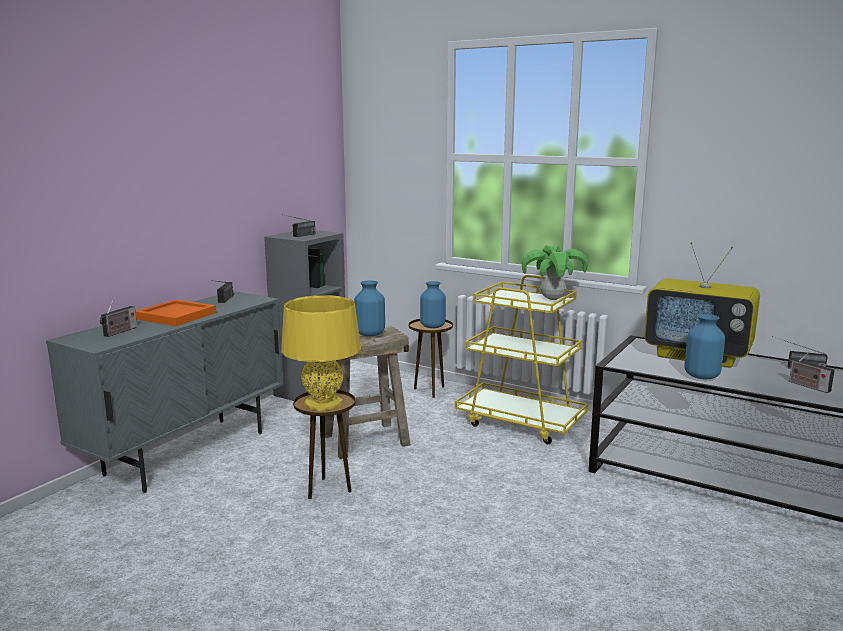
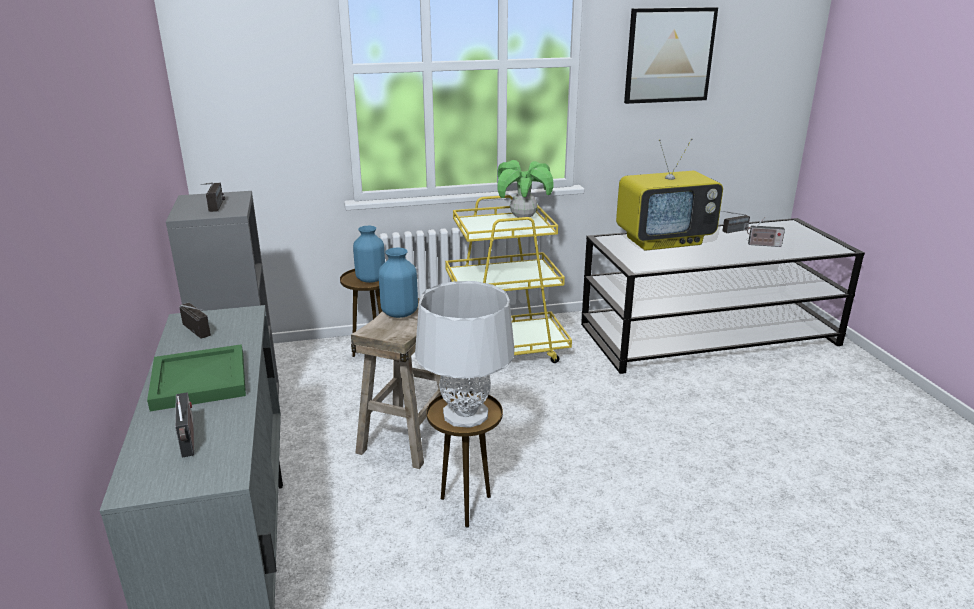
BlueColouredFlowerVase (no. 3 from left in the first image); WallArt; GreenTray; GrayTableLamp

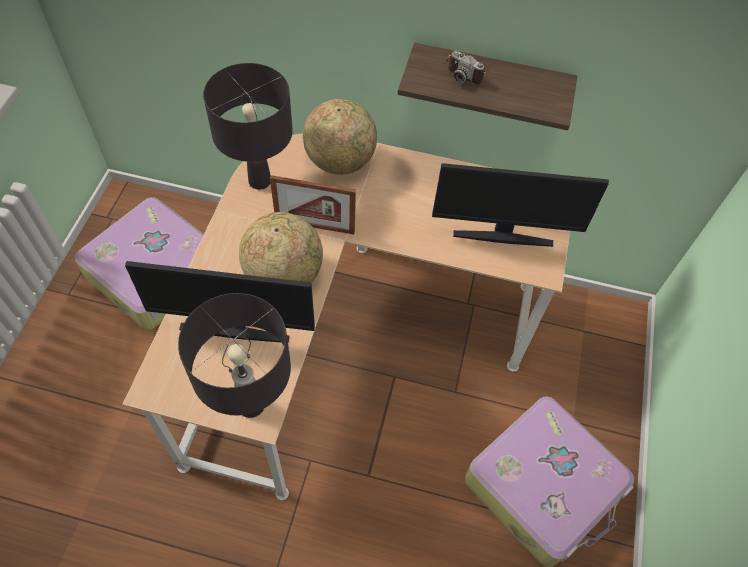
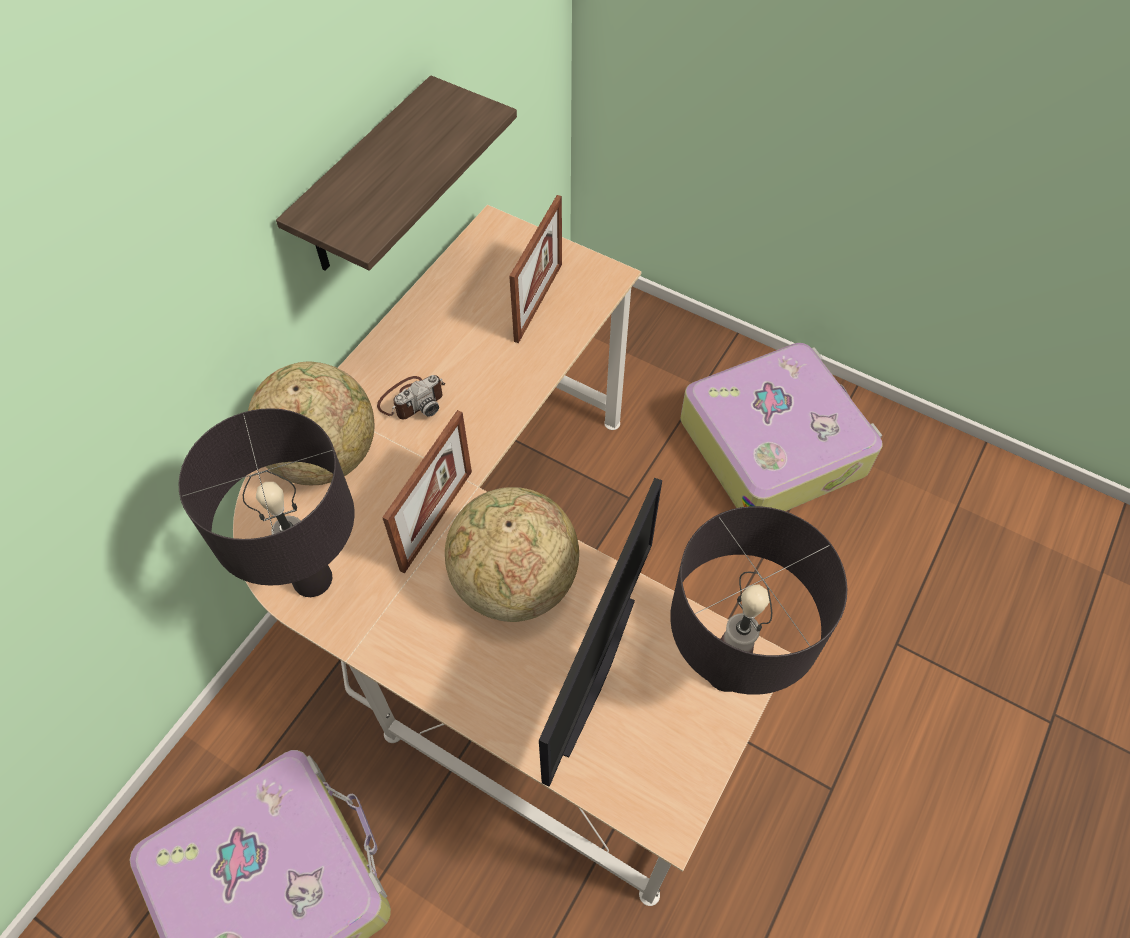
PhotoCamera; StandingFrame (no. 2 from left)

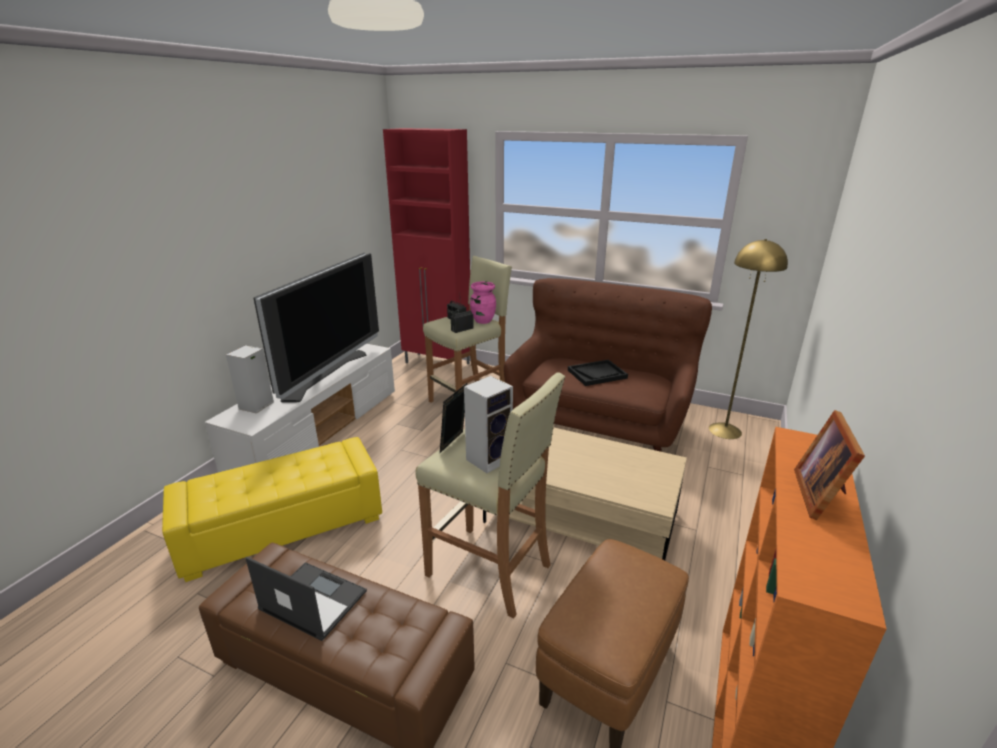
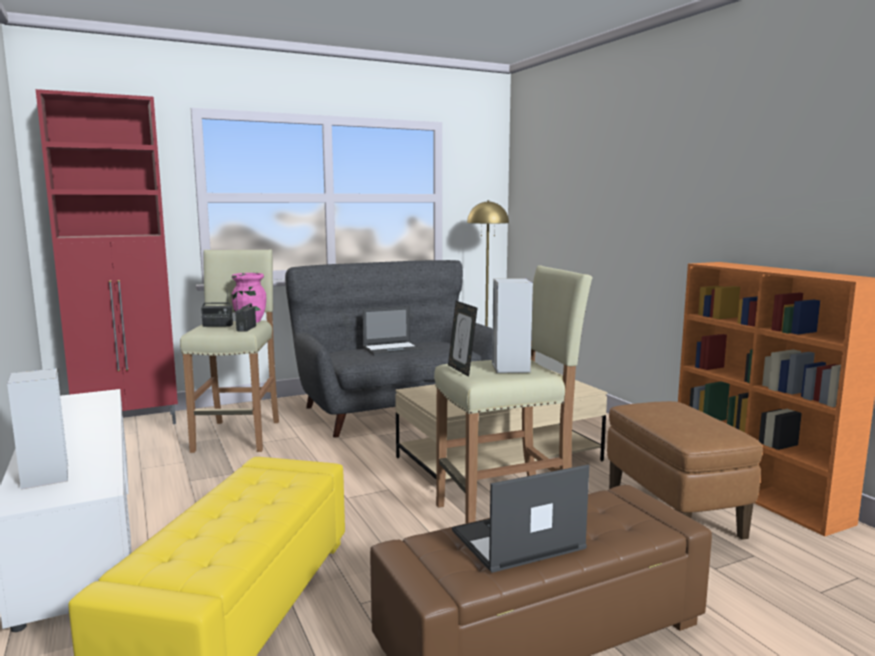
Television; StandingFrame (no. 2 from left in the first image); Laptop (no. 1 from left); GraySettee

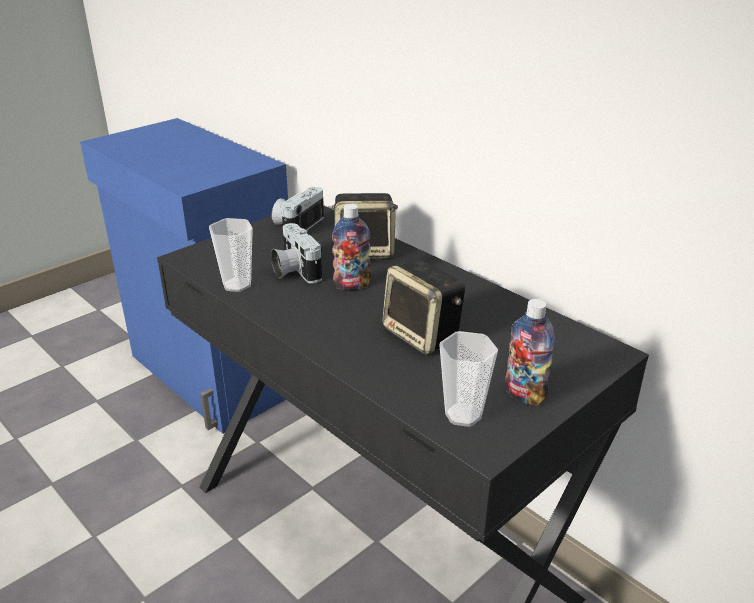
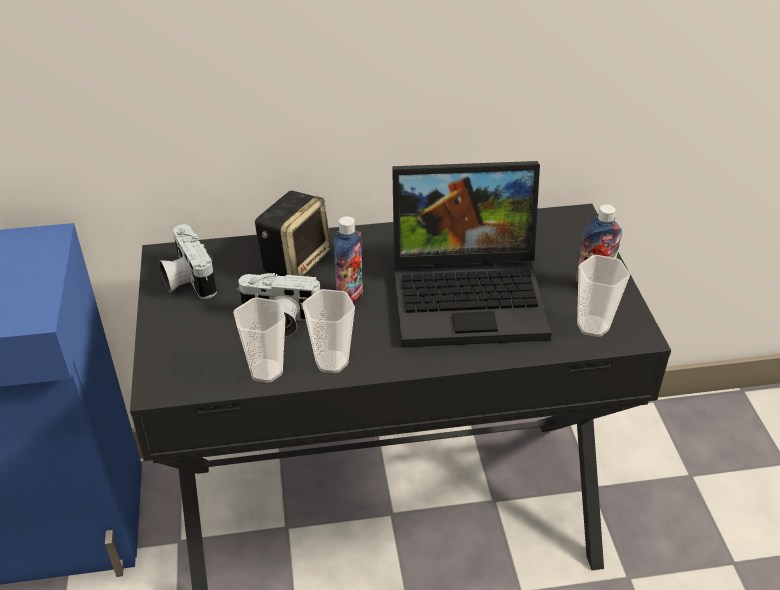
SmallCup (no. 2 from left); Laptop

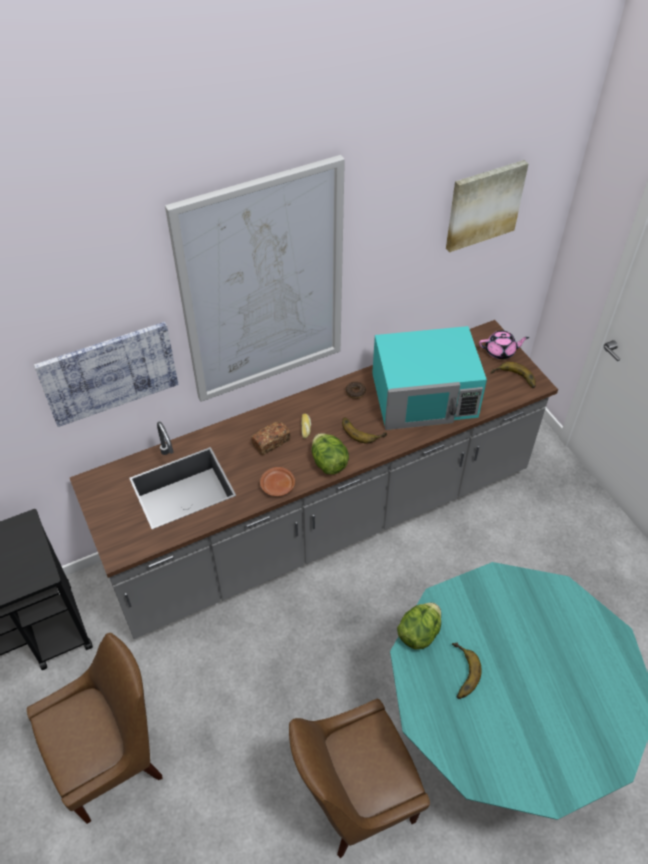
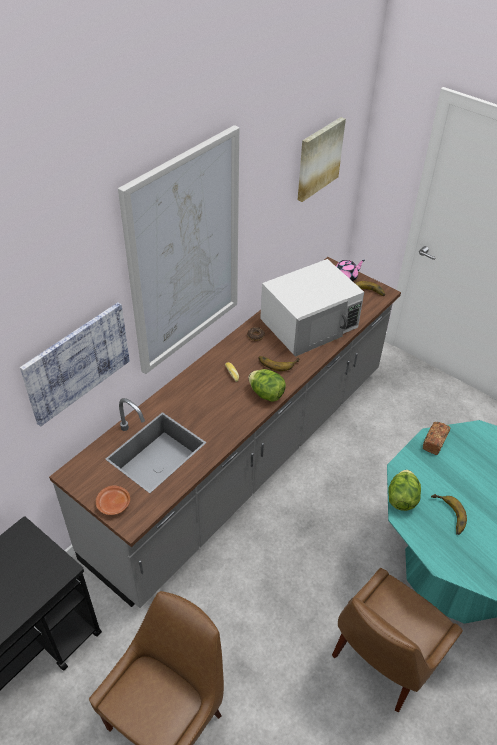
BakedBread (no. 2 from left); BrownishFlatDish; WhiteMicrowave

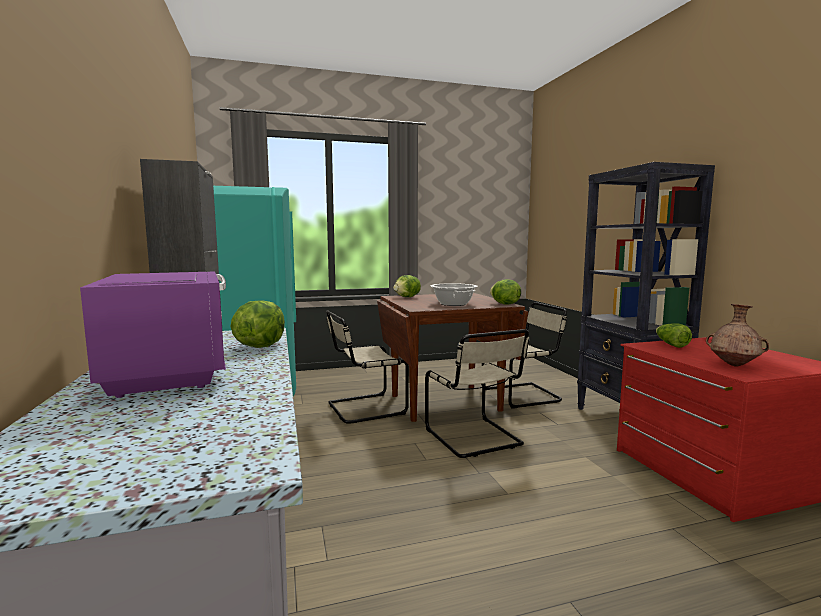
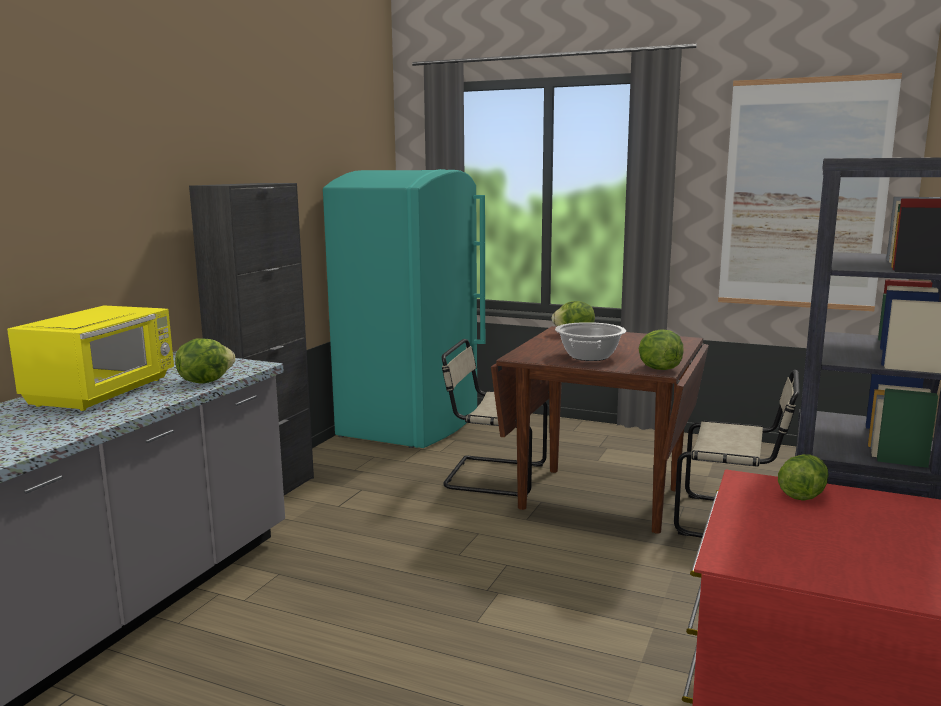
SandColouredPlainChair (no. 2 from left in the first image); BrownishFlowerVase; WallArt; YellowColouredMicrowave

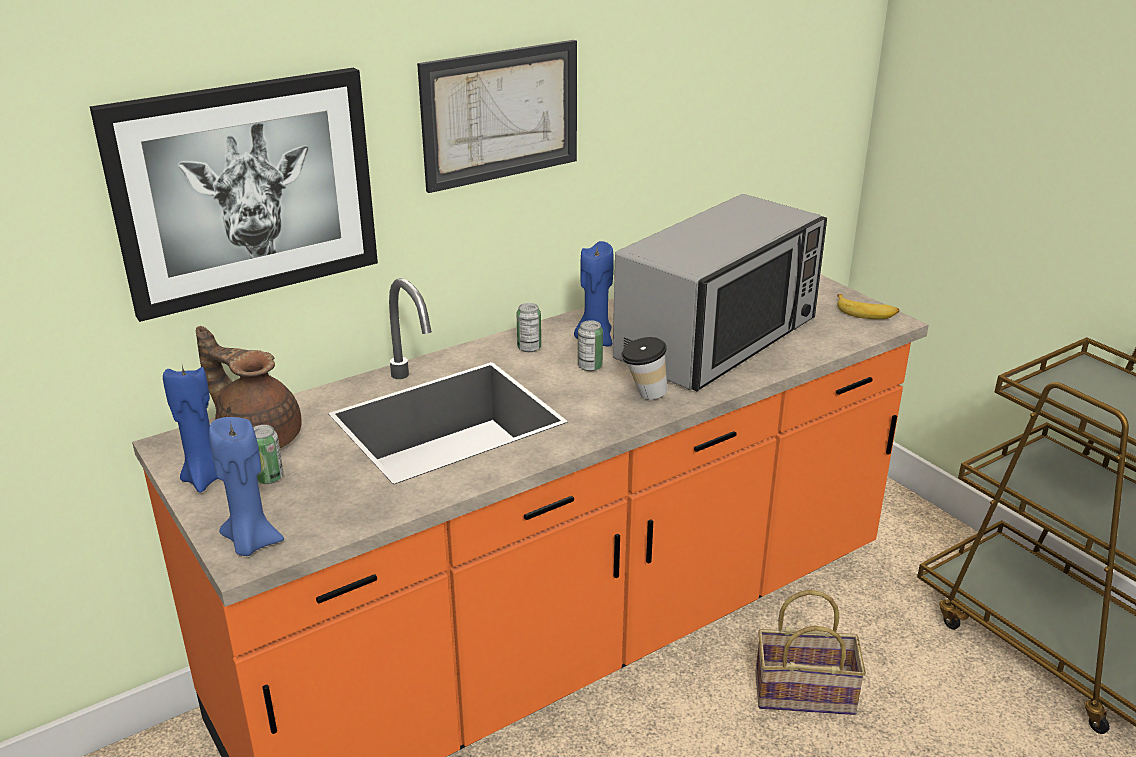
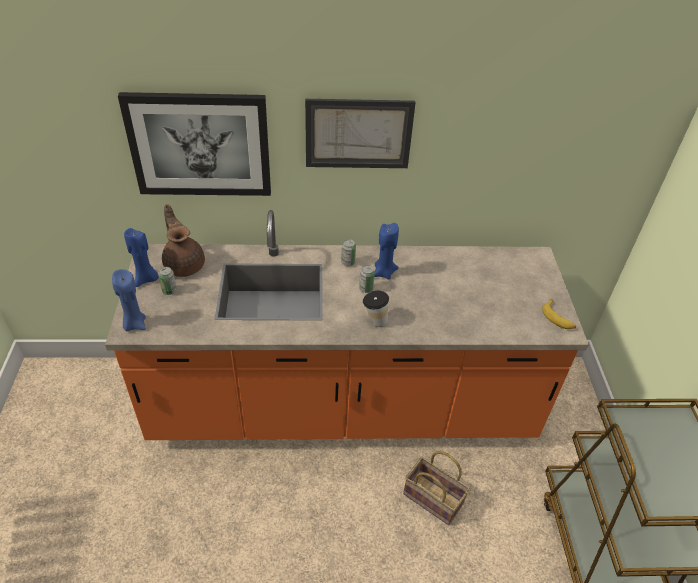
Microwave

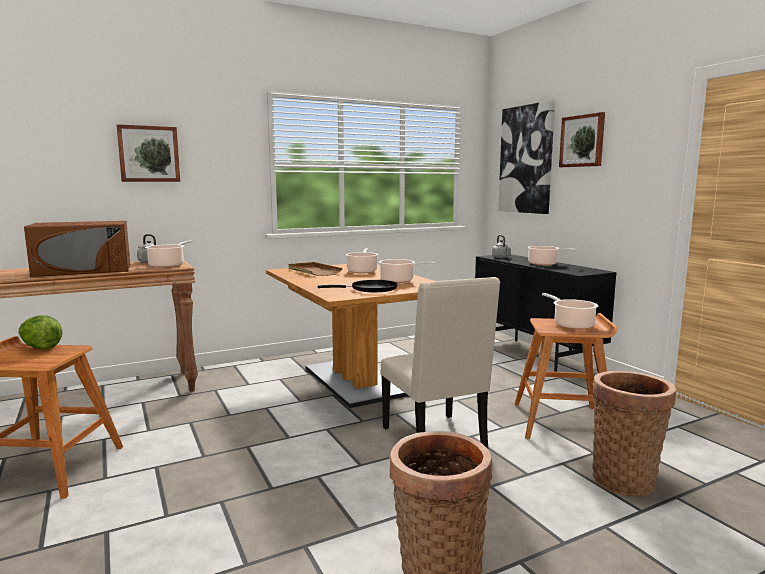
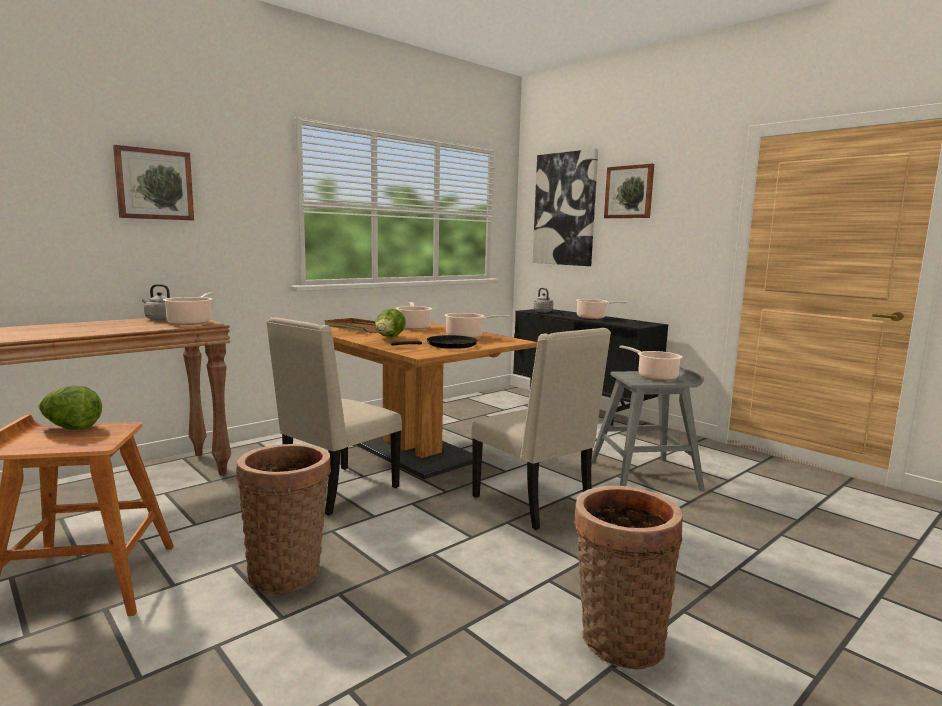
BrownishMicrowave; SandColouredPlainChair (no. 1 from left); Lettuce (no. 2 from left); StorageBasket (no. 1 from left); GraySittingStool

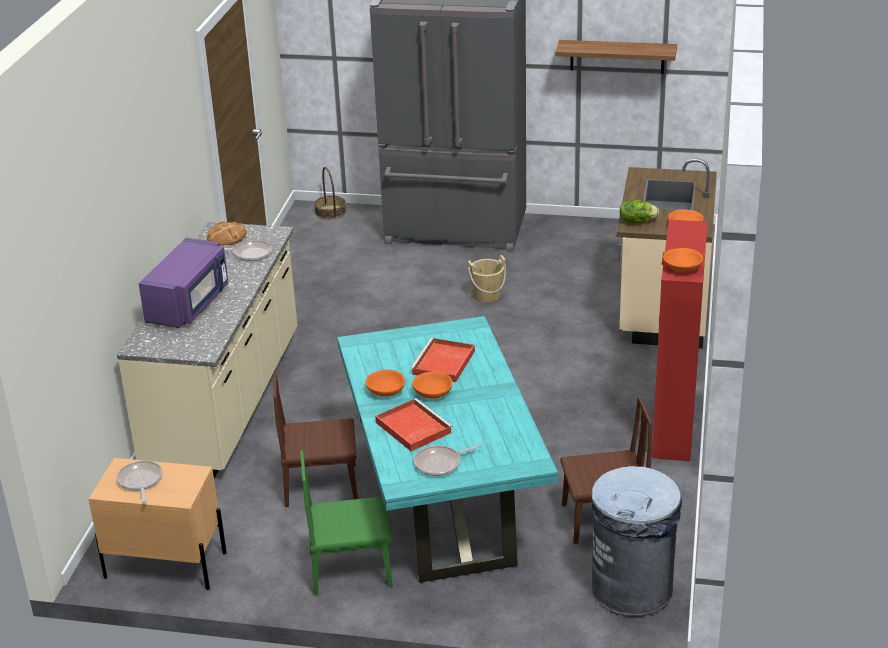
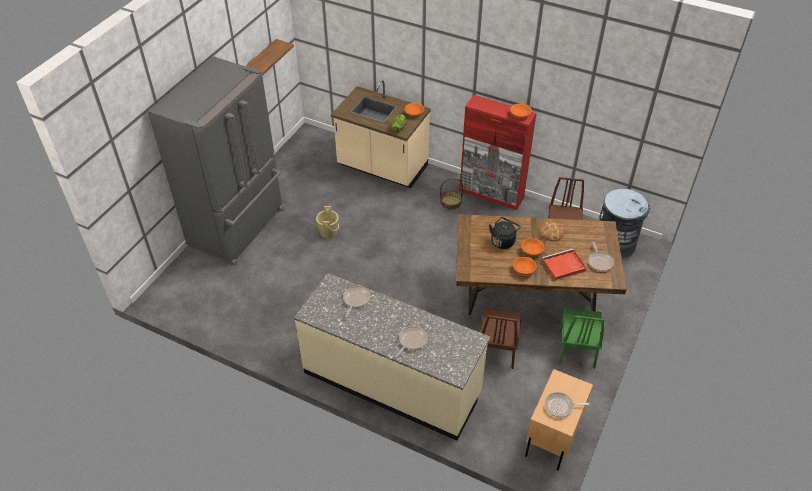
BakedBread; StorageBasket; Pan (no. 2 from left); BlackColouredTeaKettle; BrownishKitchenTable

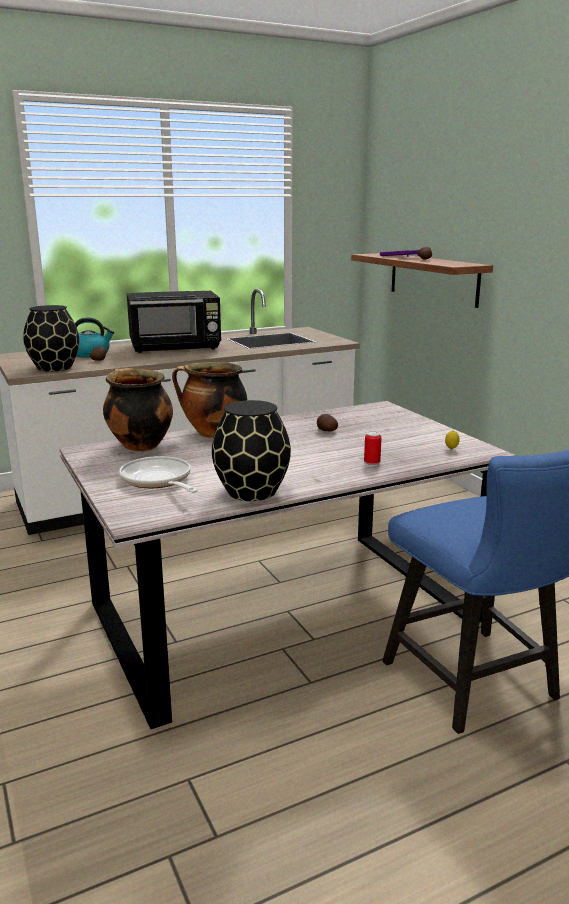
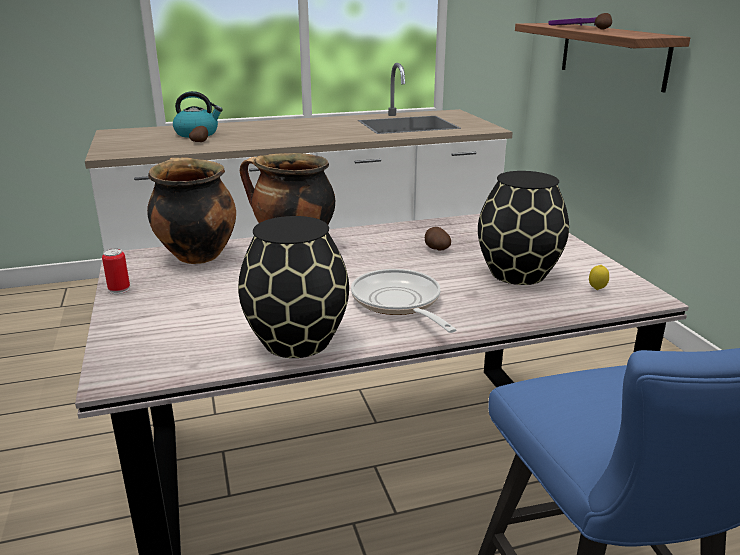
BlackColouredMicrowave; BlackColouredFlowerVase (no. 2 from left); Pan; SealedCan

